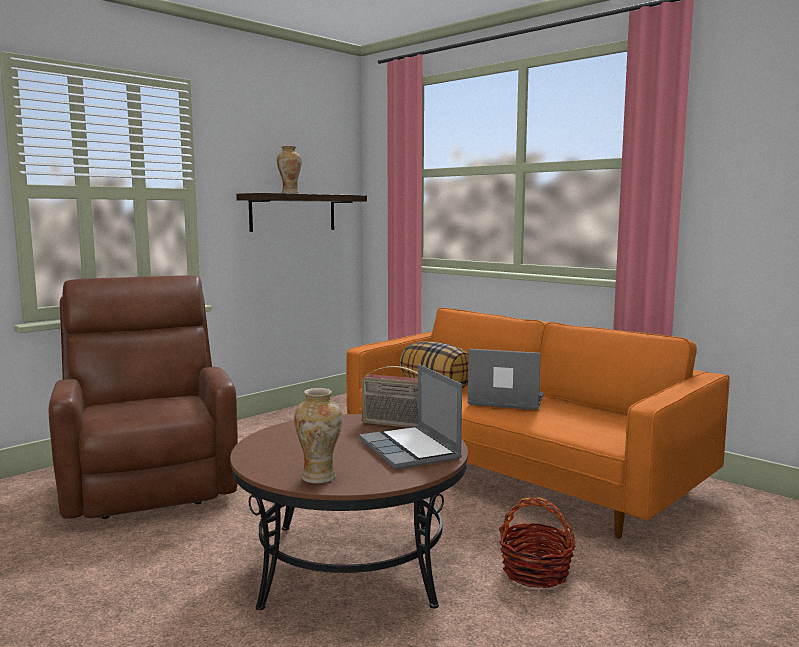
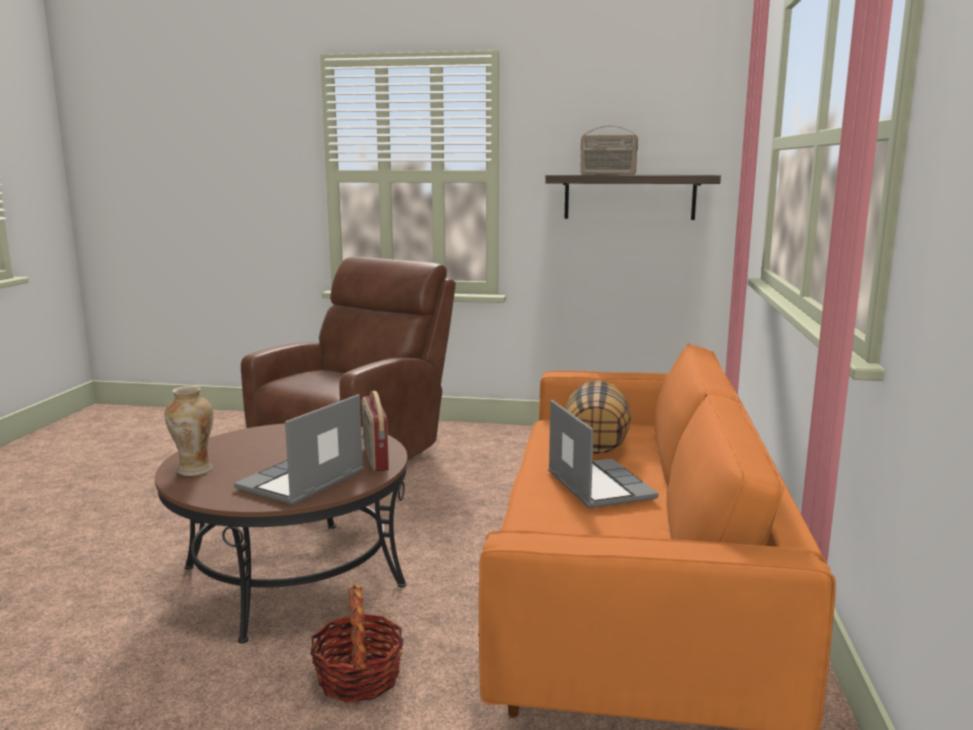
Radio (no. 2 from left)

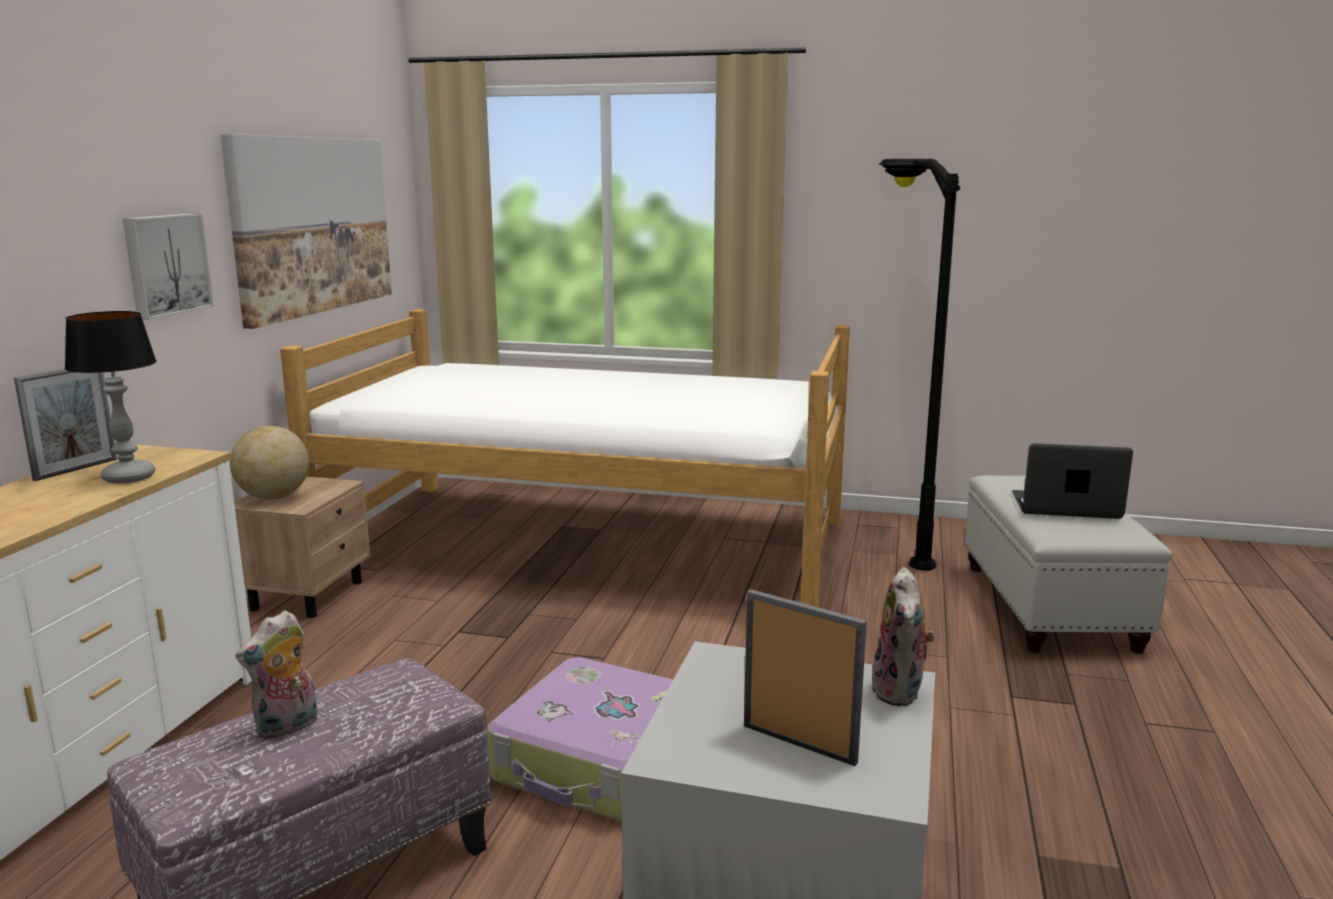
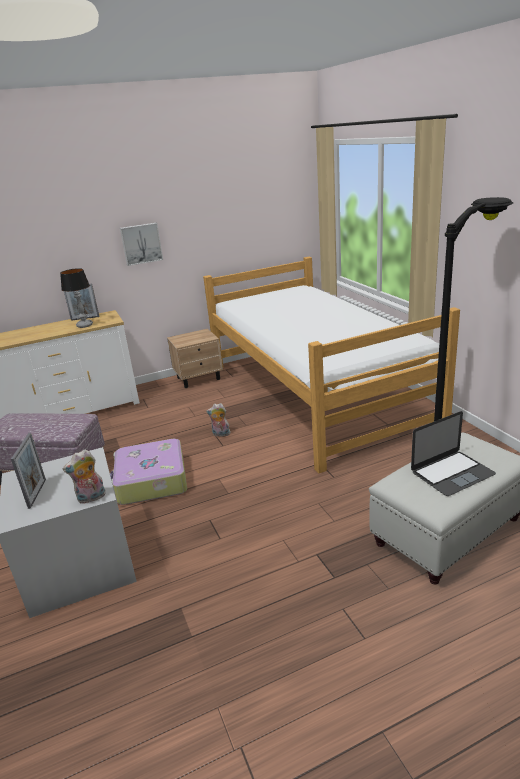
WallArt (no. 2 from left in the first image); Globe; SoftToy (no. 2 from left); Laptop

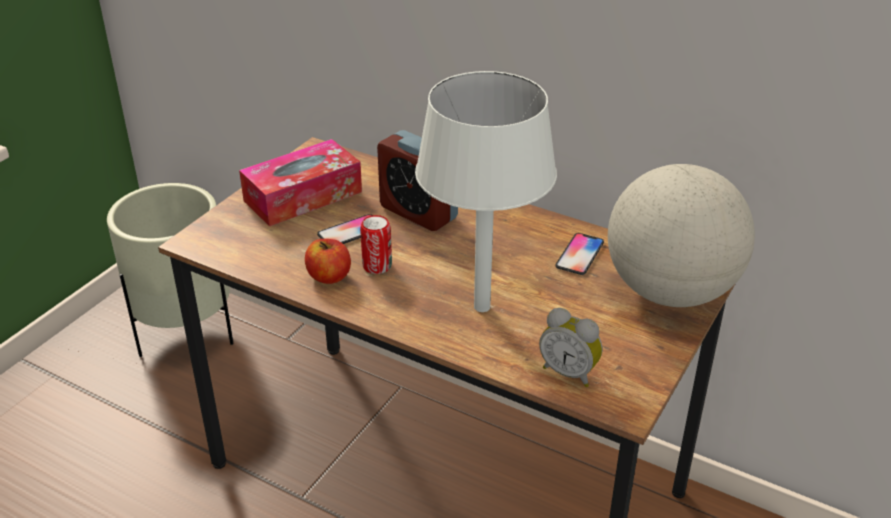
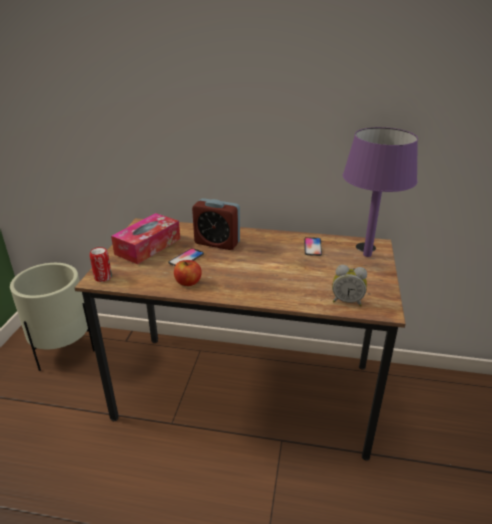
WhiteTableLamp; SealedCan; PurpleColouredTableLamp

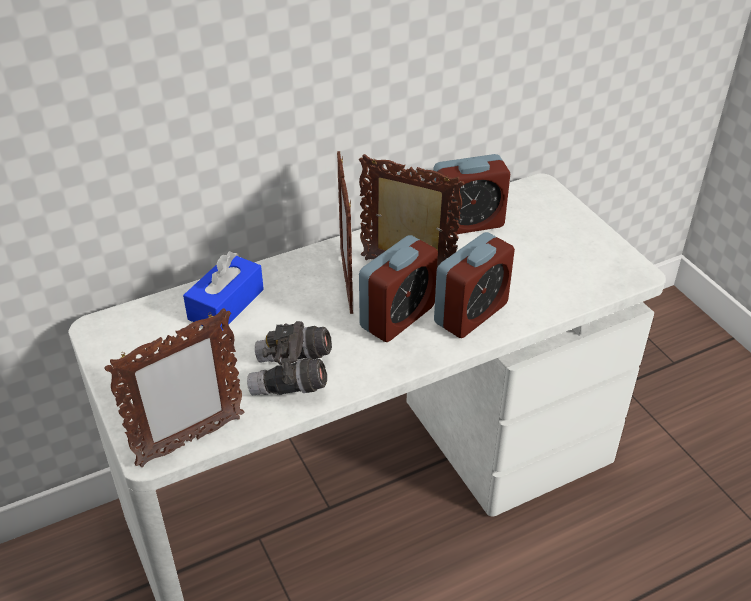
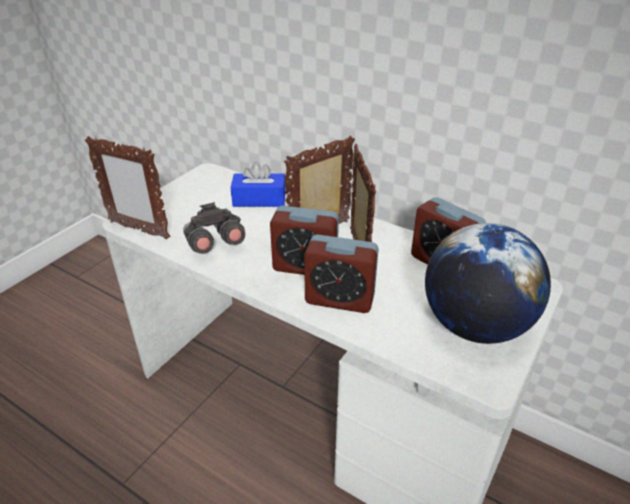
Globe

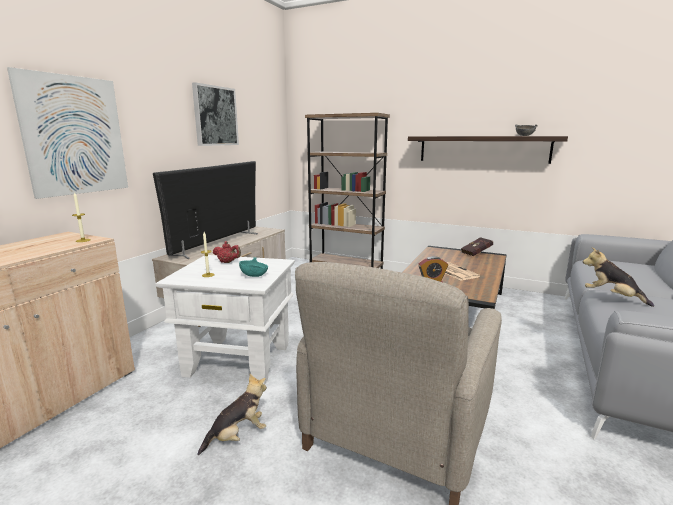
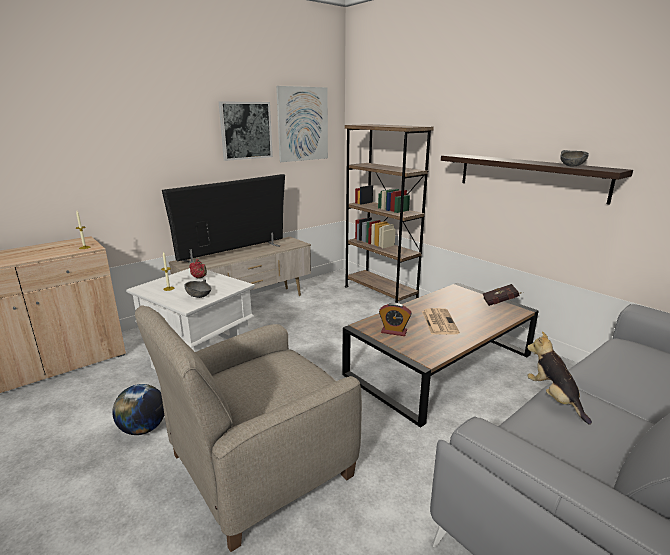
WallArt (no. 2 from left); Globe; GrayServingBowl (no. 1 from left)

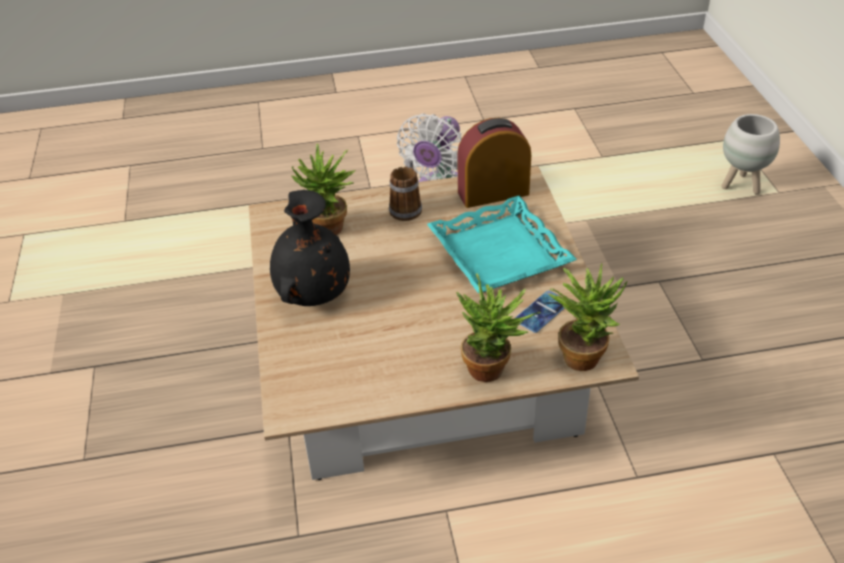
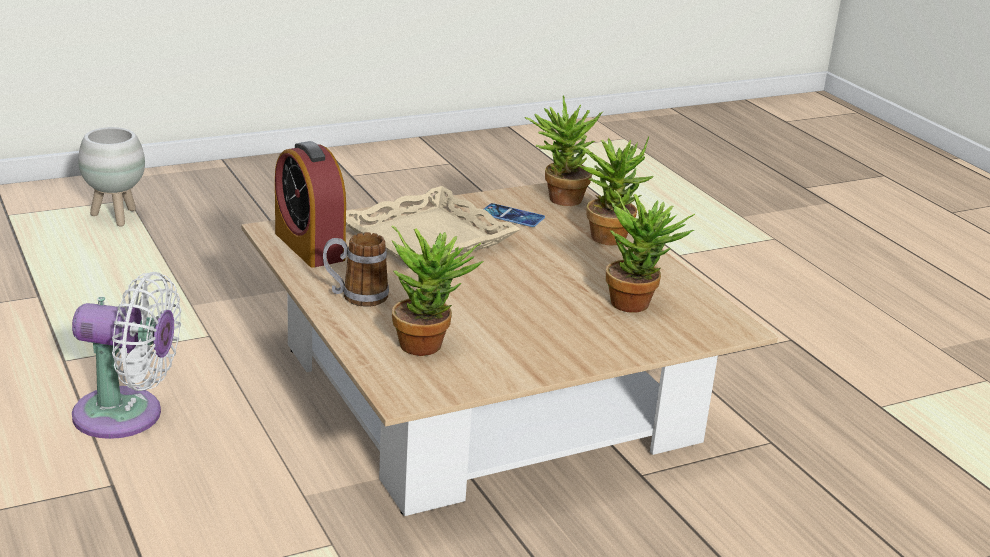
BlackColouredFlowerVase; PlantInAPot (no. 4 from left); SandColouredTray

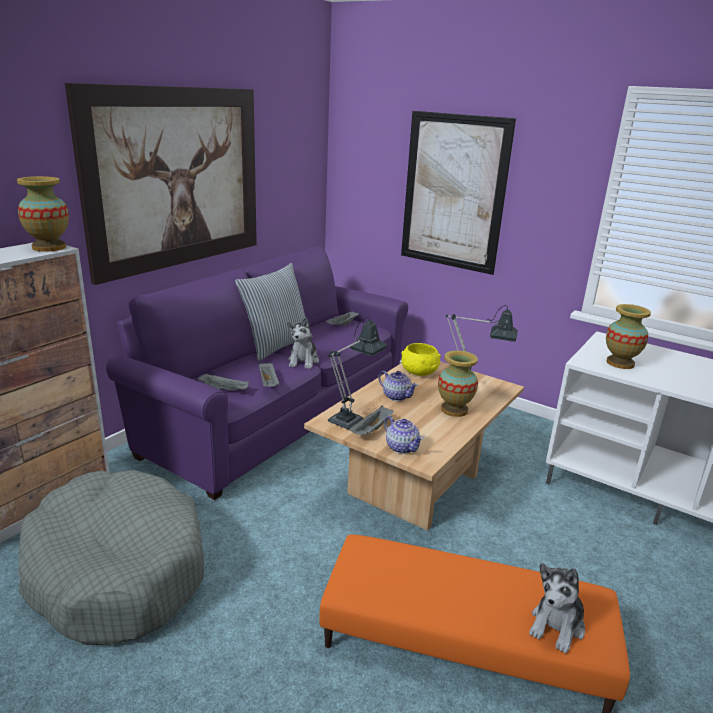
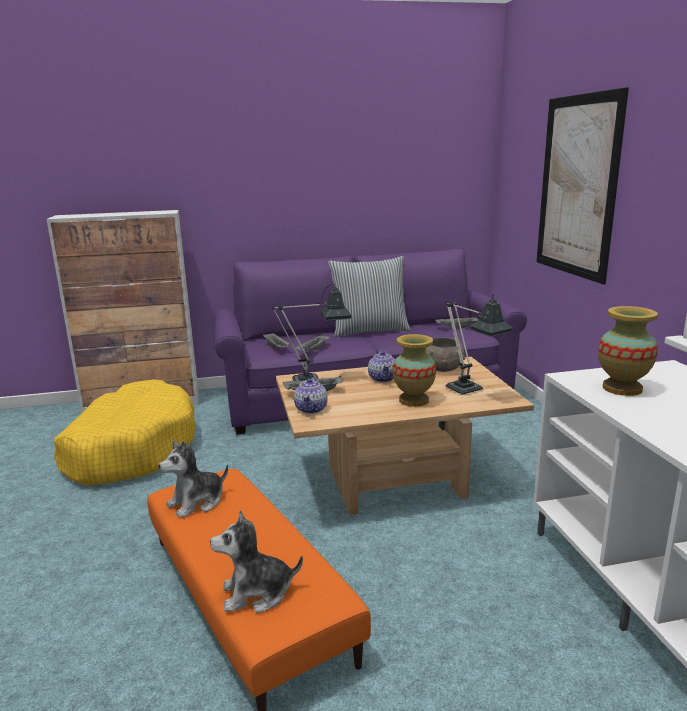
FlowerVase (no. 1 from left in the first image); WallArt (no. 1 from left in the first image); SoftToy (no. 1 from left); YellowColouredDogBed; GrayServingBowl

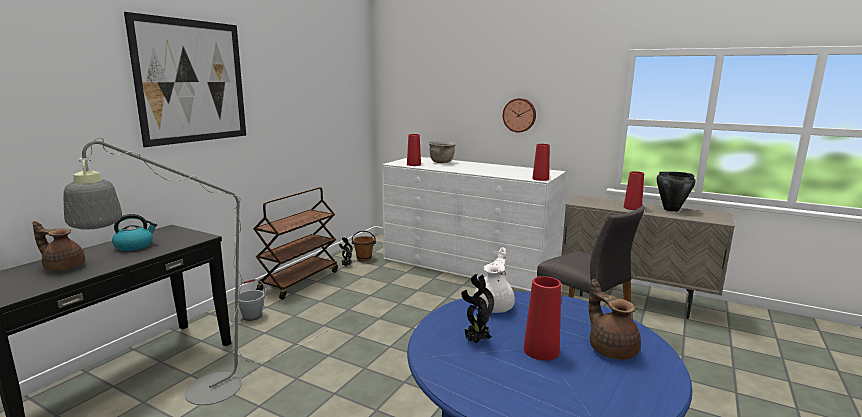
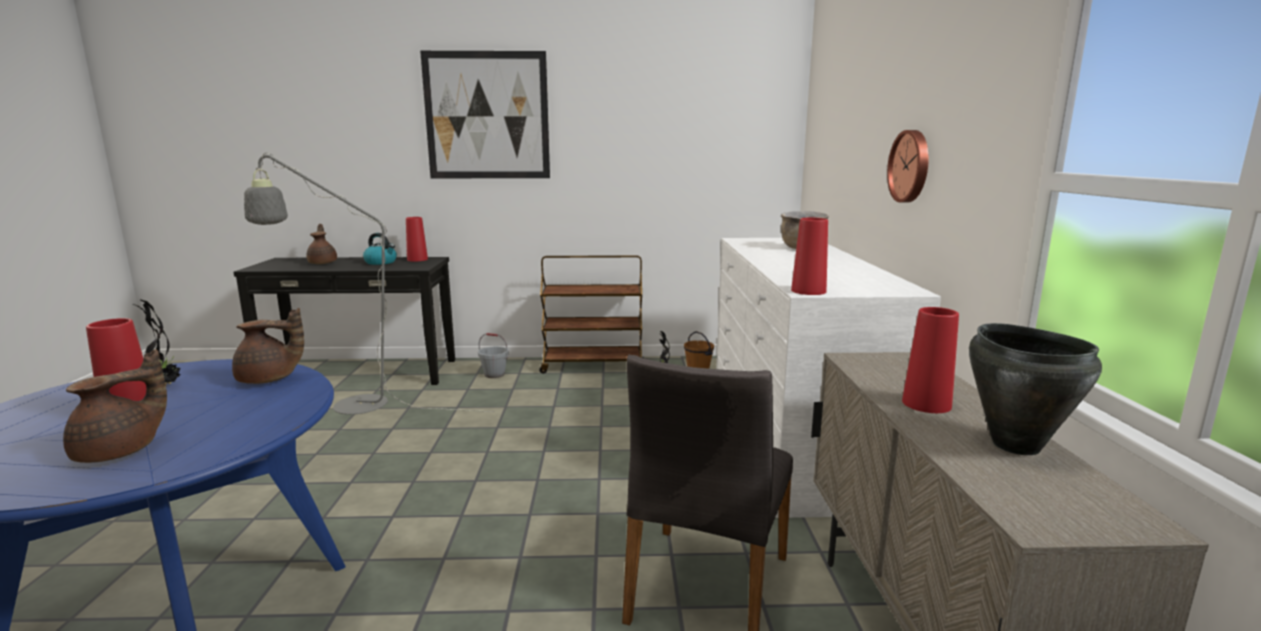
RedColouredFlowerVase (no. 2 from left); BrownishTeaPot (no. 2 from left)

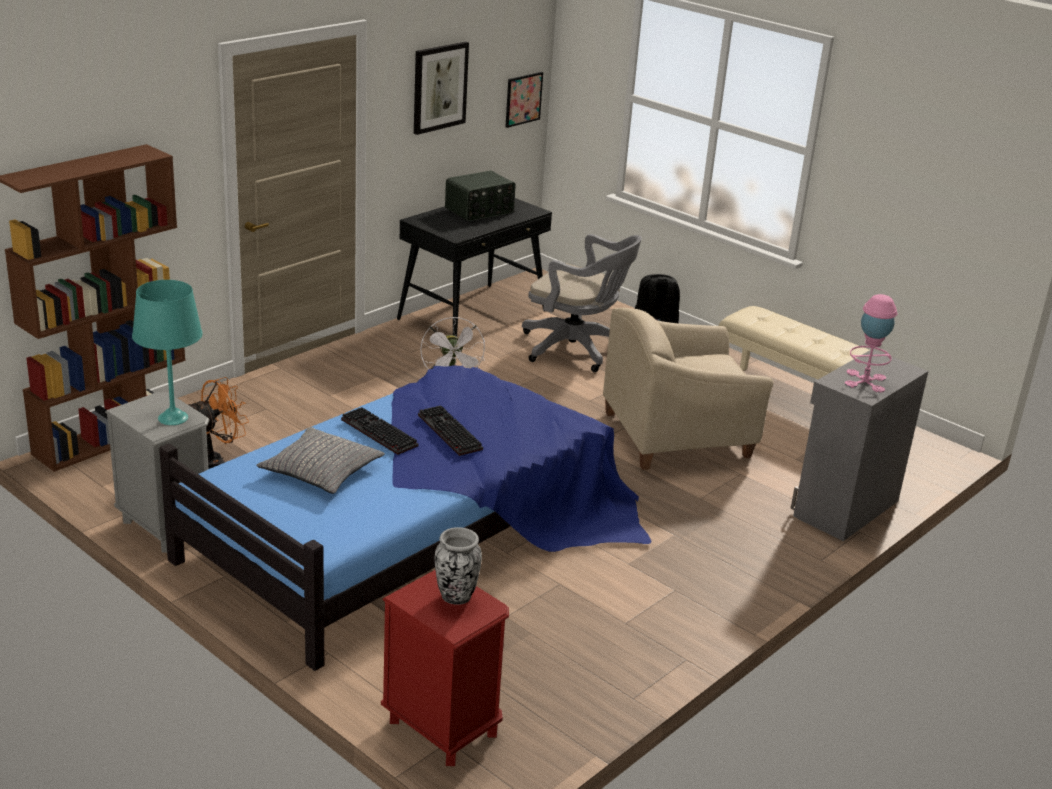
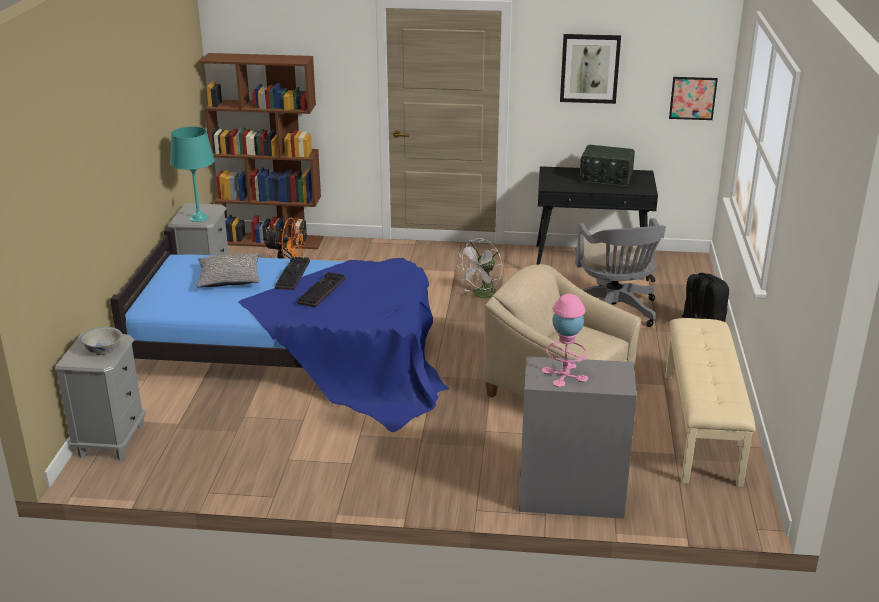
WhiteServingBowl; GrayNightTable (no. 1 from left)

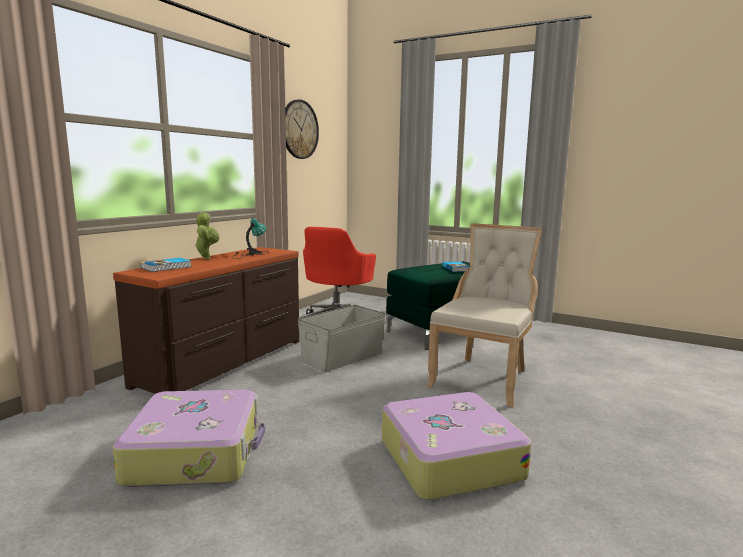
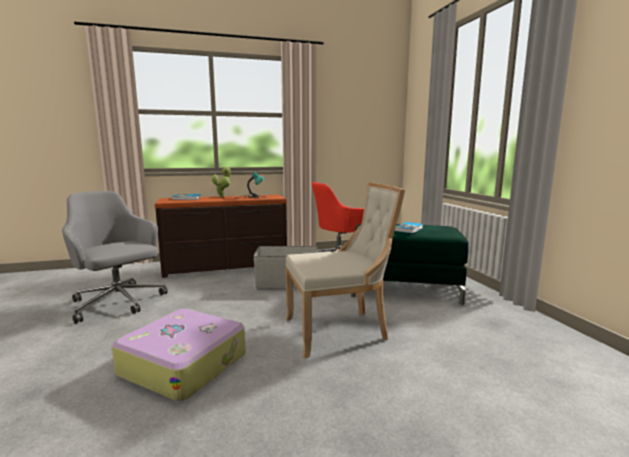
WallClock; GrayComputerChair

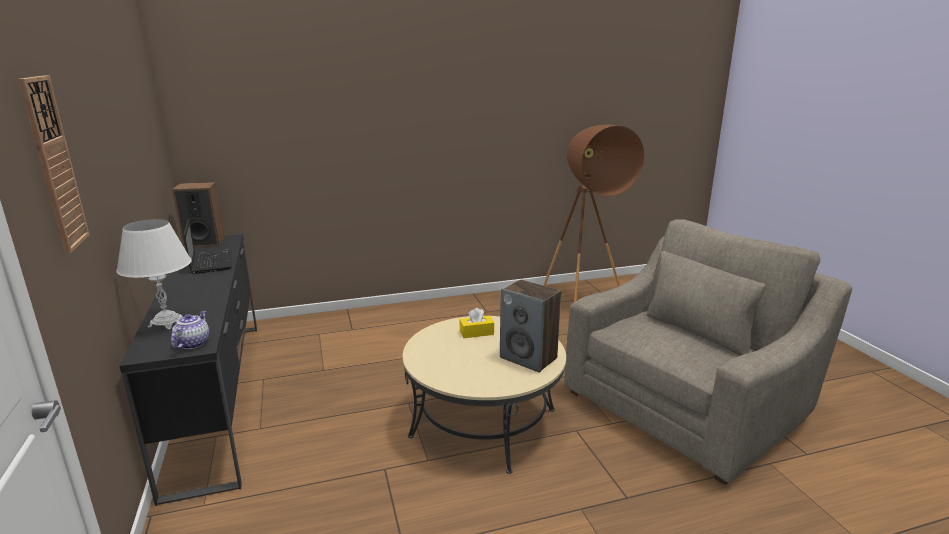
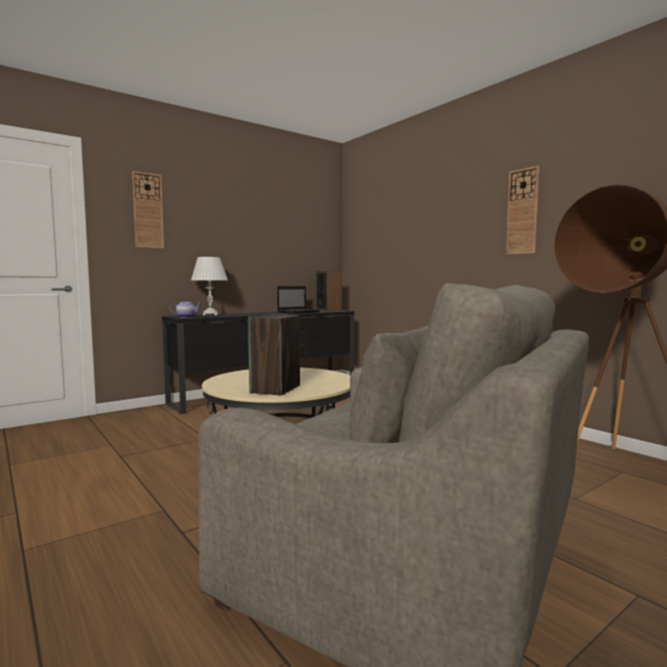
YellowColouredTissueHolder; WallClock (no. 2 from left)

